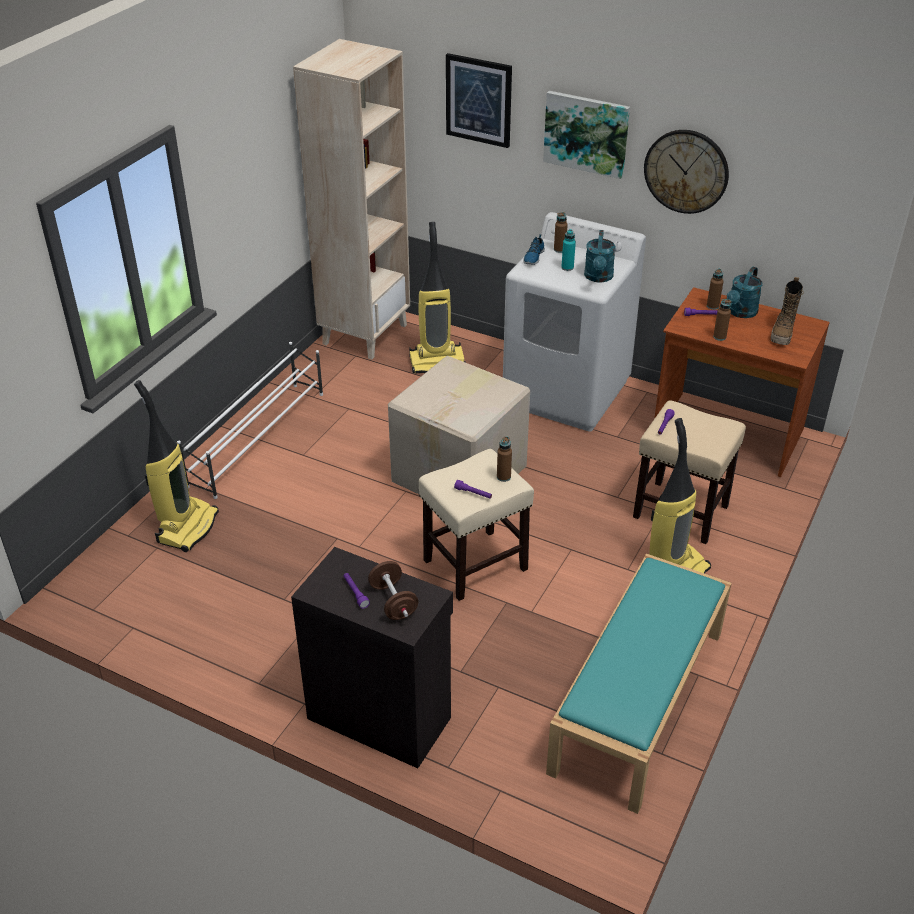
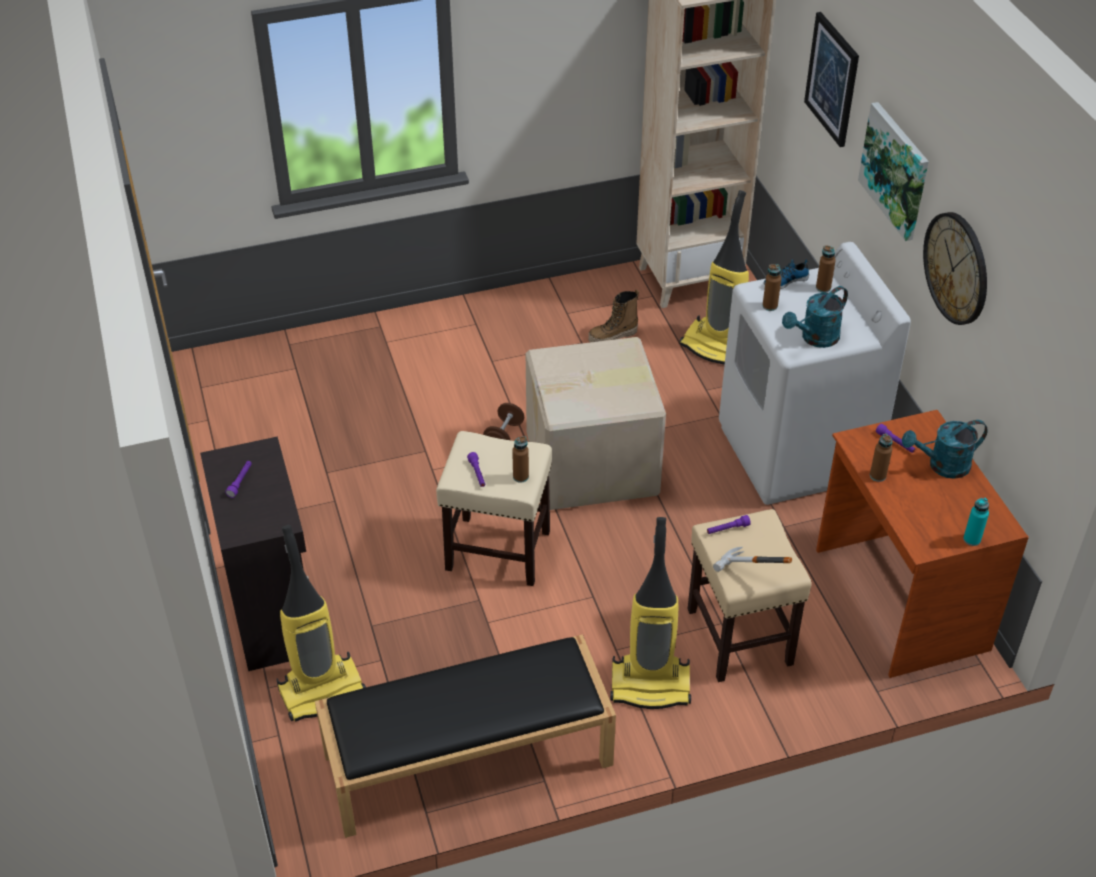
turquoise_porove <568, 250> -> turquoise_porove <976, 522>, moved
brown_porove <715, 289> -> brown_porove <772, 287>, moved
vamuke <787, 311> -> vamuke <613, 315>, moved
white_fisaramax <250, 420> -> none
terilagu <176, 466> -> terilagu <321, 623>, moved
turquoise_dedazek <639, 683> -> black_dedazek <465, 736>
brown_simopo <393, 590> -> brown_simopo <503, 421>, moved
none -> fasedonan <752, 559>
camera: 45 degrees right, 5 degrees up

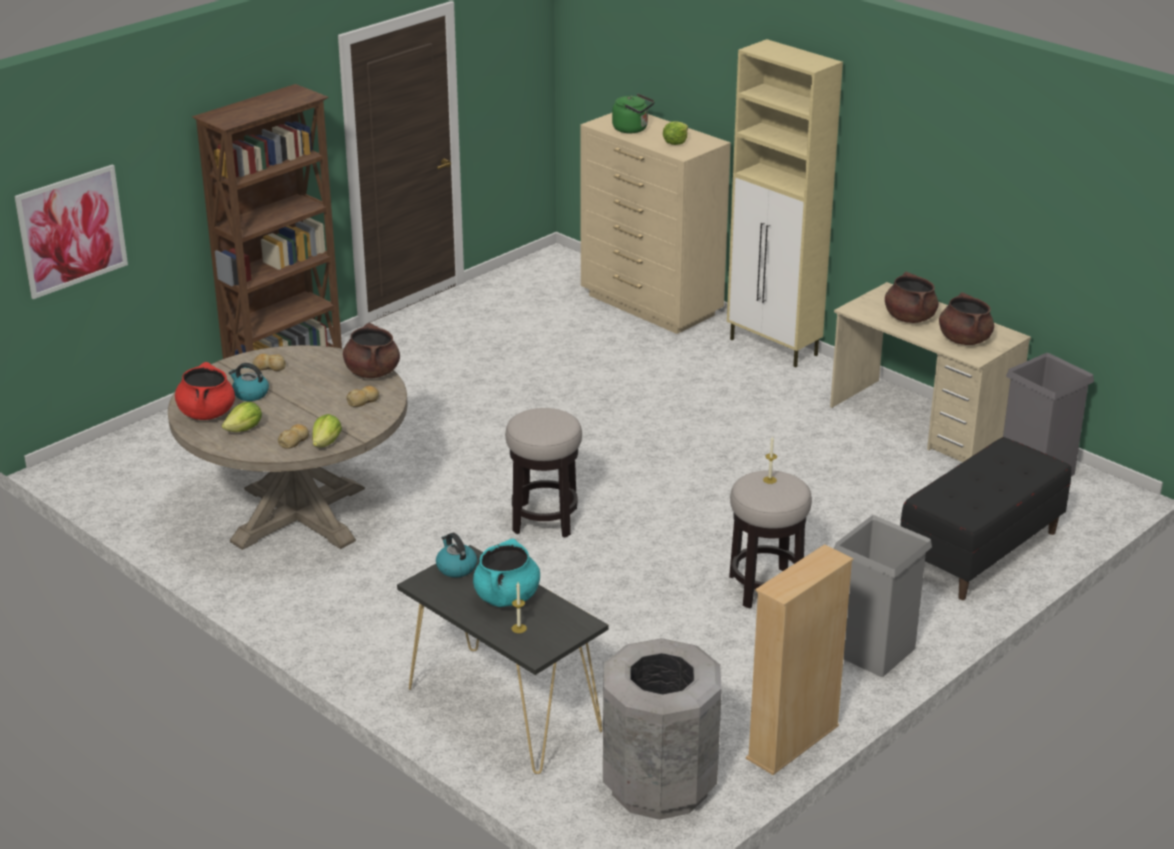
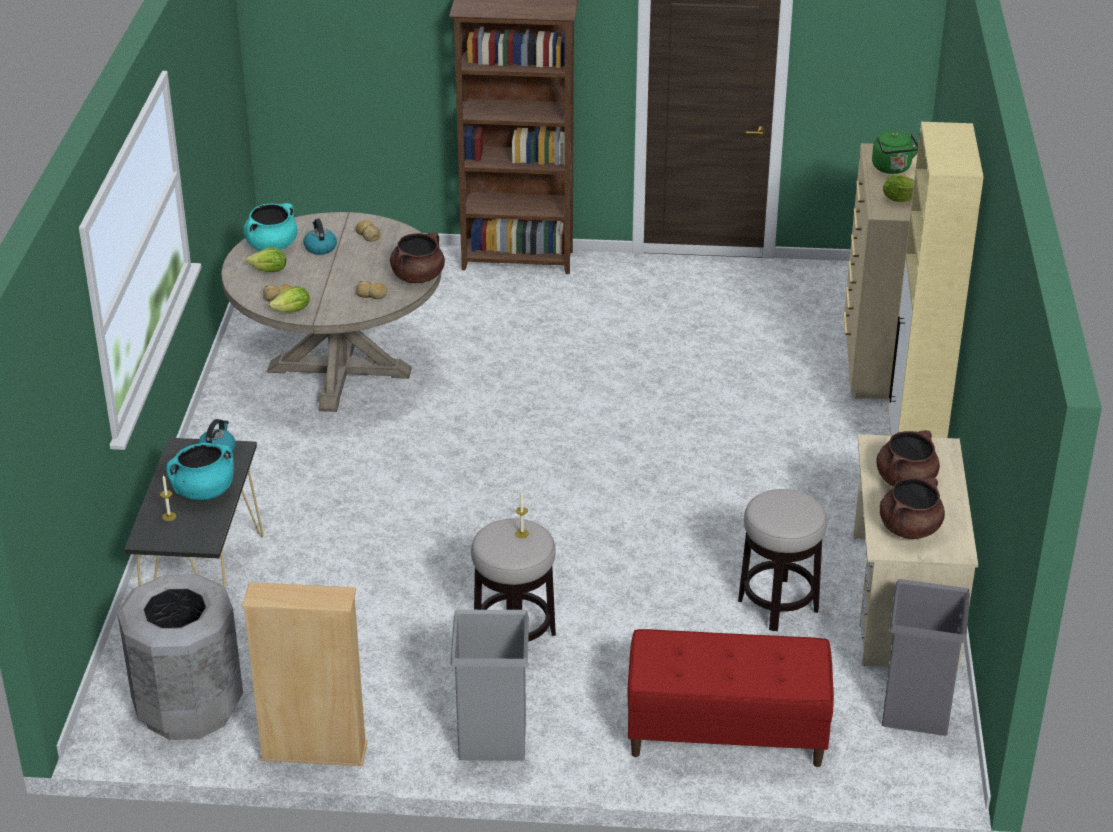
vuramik <71, 231> -> none
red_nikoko <205, 391> -> turquoise_nikoko <270, 227>
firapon <543, 473> -> firapon <782, 560>, moved
black_dedazek <986, 518> -> red_dedazek <731, 698>
camera: 50 degrees right, 5 degrees up

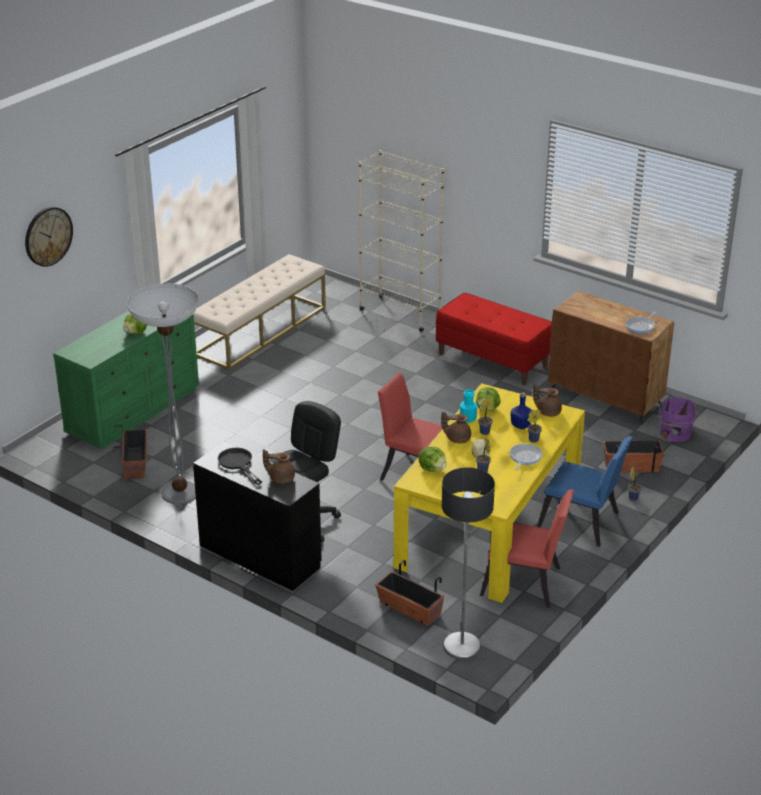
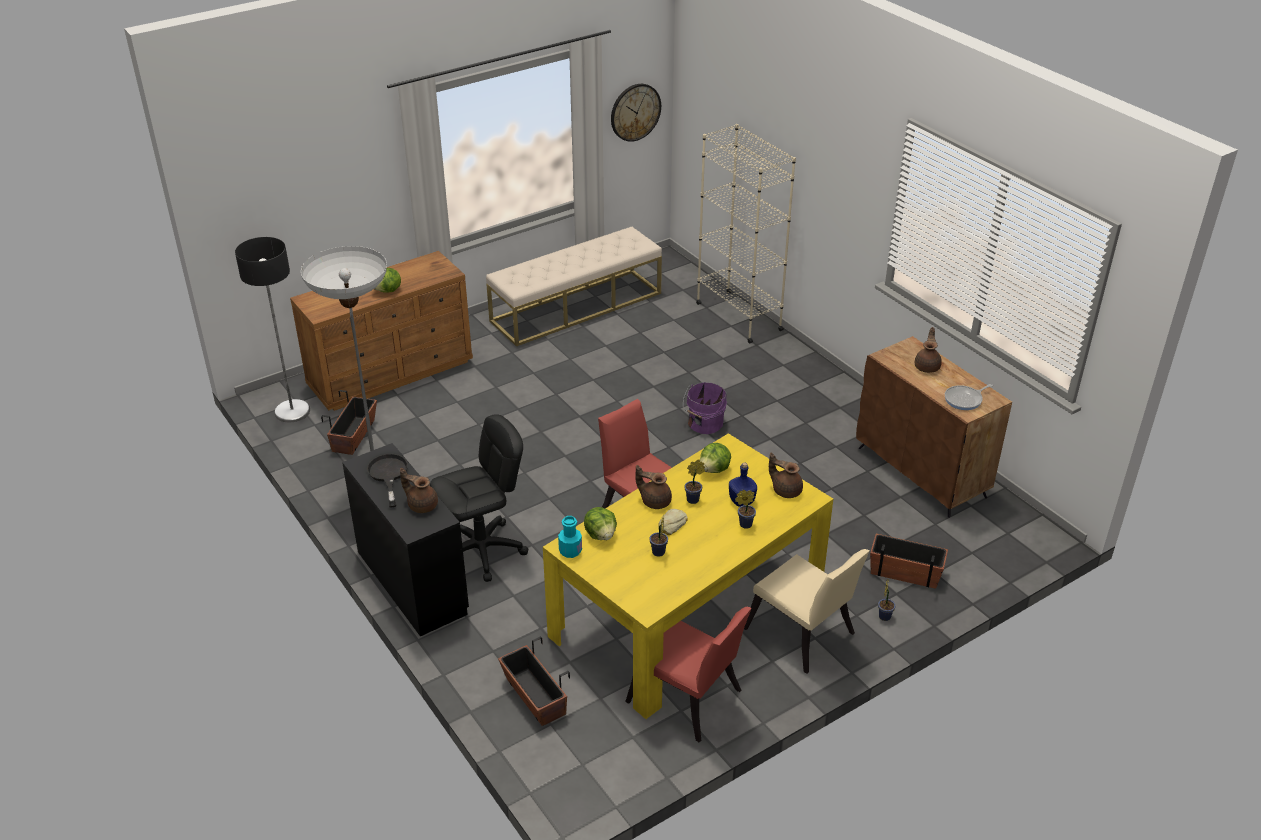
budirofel <49, 237> -> budirofel <636, 113>, moved
red_dedazek <494, 339> -> none
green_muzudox <126, 380> -> brown_muzudox <381, 331>
turquoise_porove <468, 406> -> turquoise_porove <570, 537>, moved
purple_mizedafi <678, 419> -> purple_mizedafi <705, 408>, moved
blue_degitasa <585, 491> -> beige_degitasa <806, 611>
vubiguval <526, 457> -> none
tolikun <468, 563> -> tolikun <272, 329>, moved
none -> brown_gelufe <928, 350>
camera: 20 degrees right, 5 degrees up

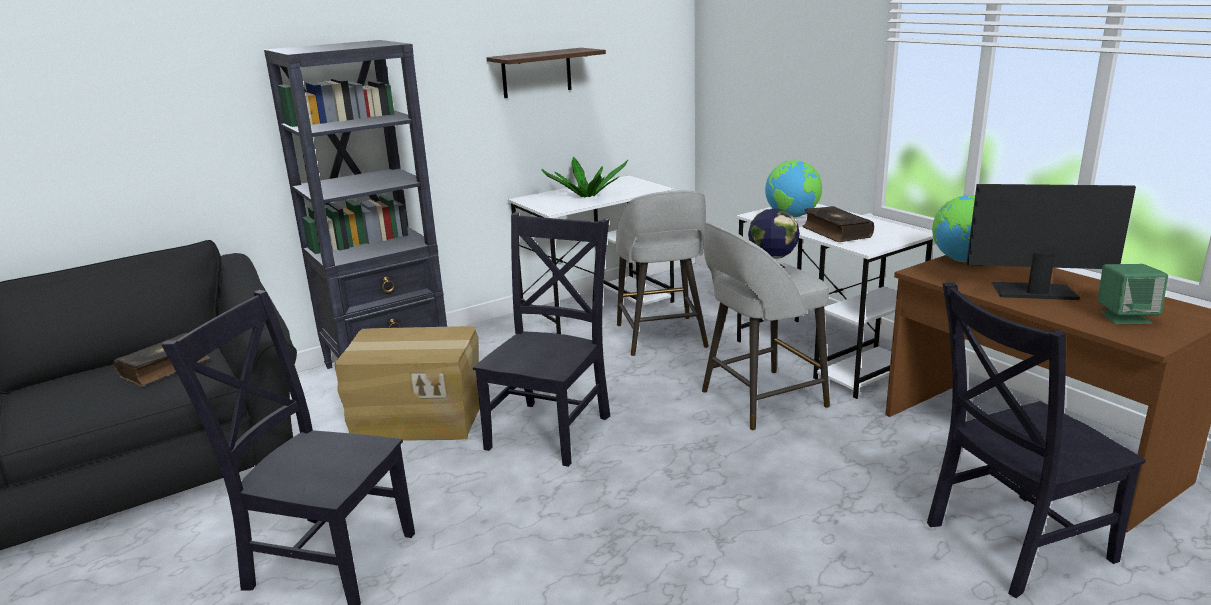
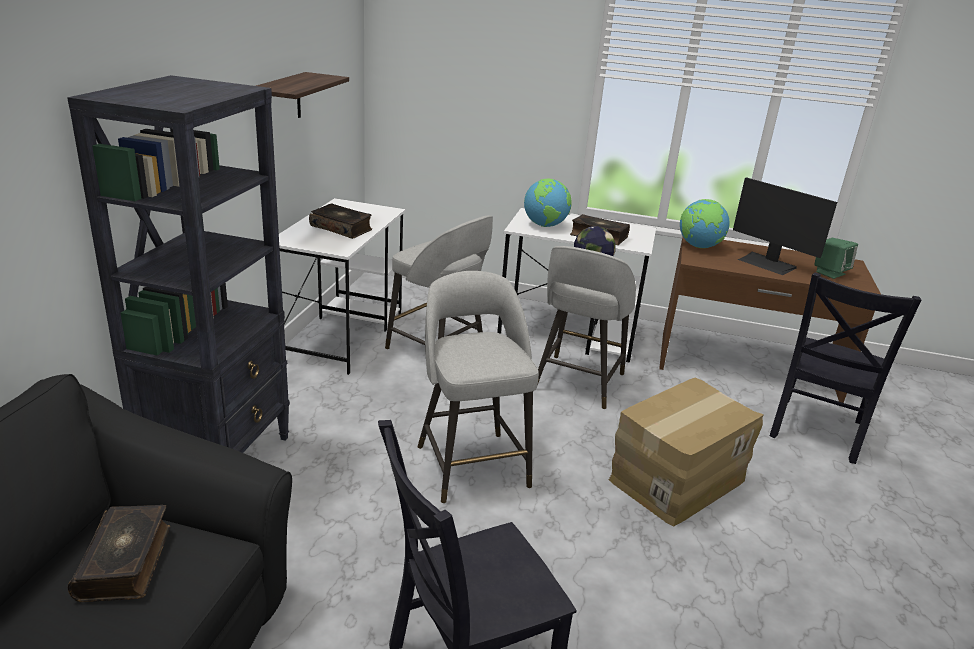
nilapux <585, 177> -> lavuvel <340, 221>
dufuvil <1051, 242> -> dufuvil <785, 226>, 105 degrees counterclockwise
black_degitasa <541, 340> -> grey_firapon <478, 387>
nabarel <407, 383> -> nabarel <686, 452>, moved
camera: 45 degrees left, 5 degrees up

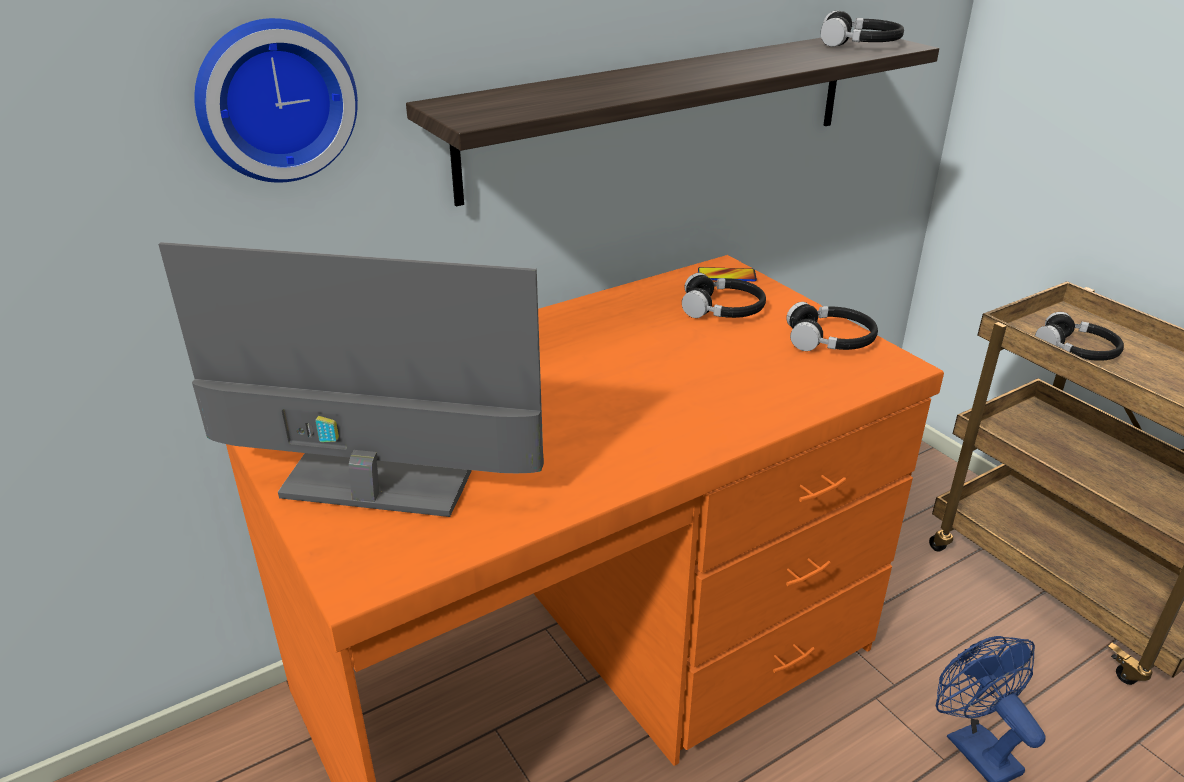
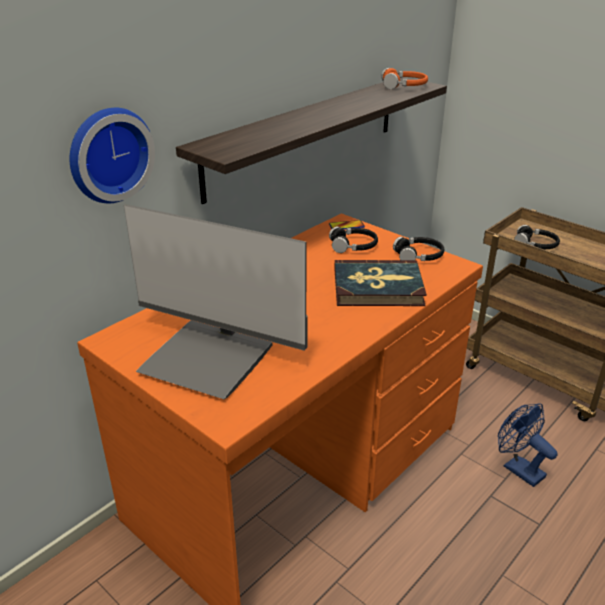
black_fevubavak <862, 28> -> orange_fevubavak <404, 78>
dufuvil <351, 379> -> dufuvil <216, 301>, 150 degrees counterclockwise
none -> lavuvel <381, 283>
camera: 15 degrees left, 0 degrees up

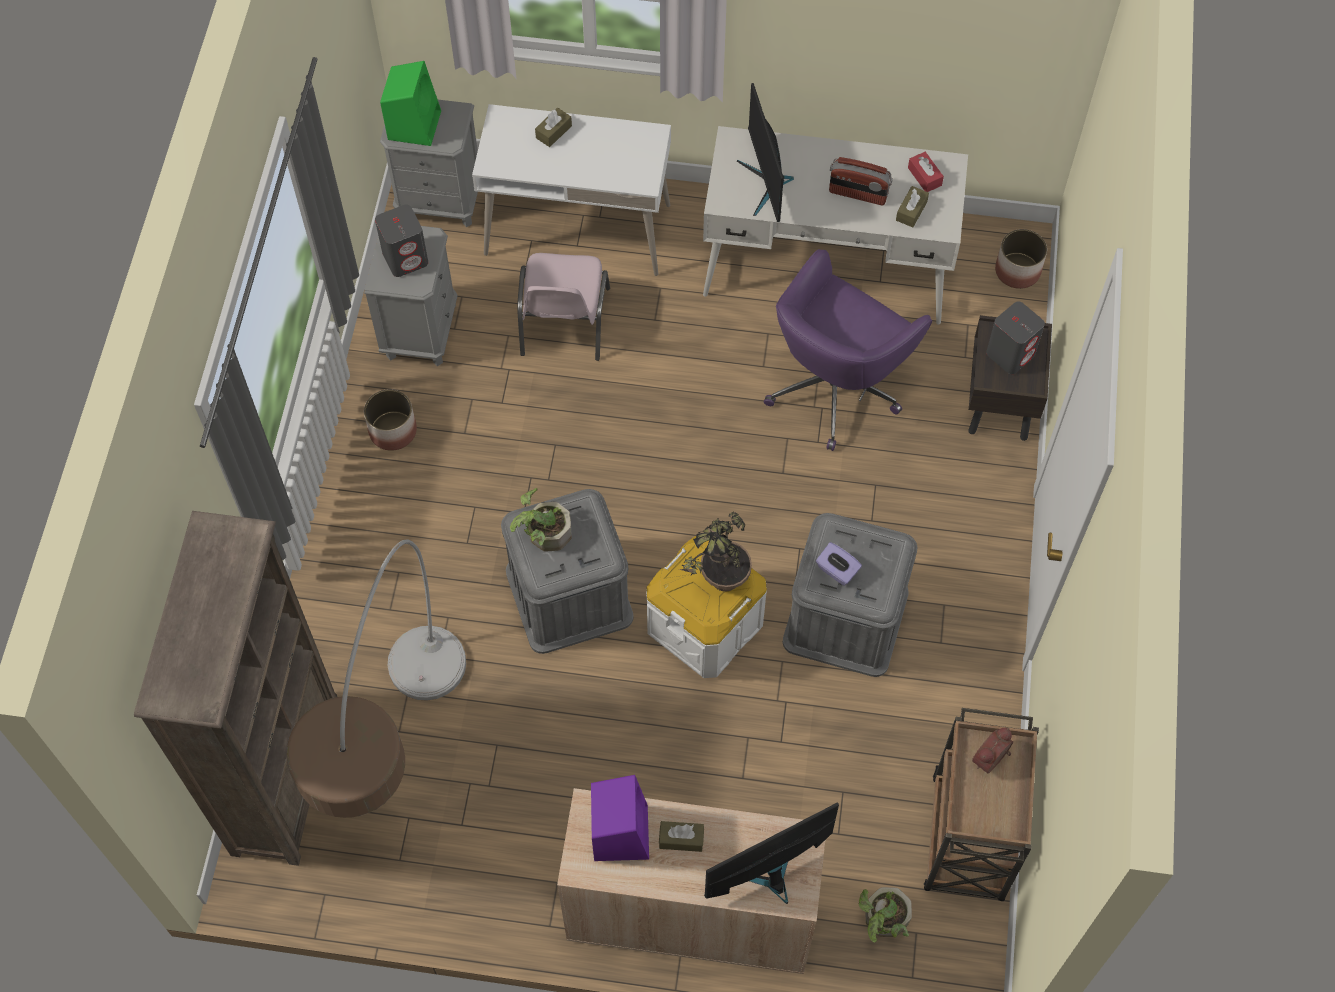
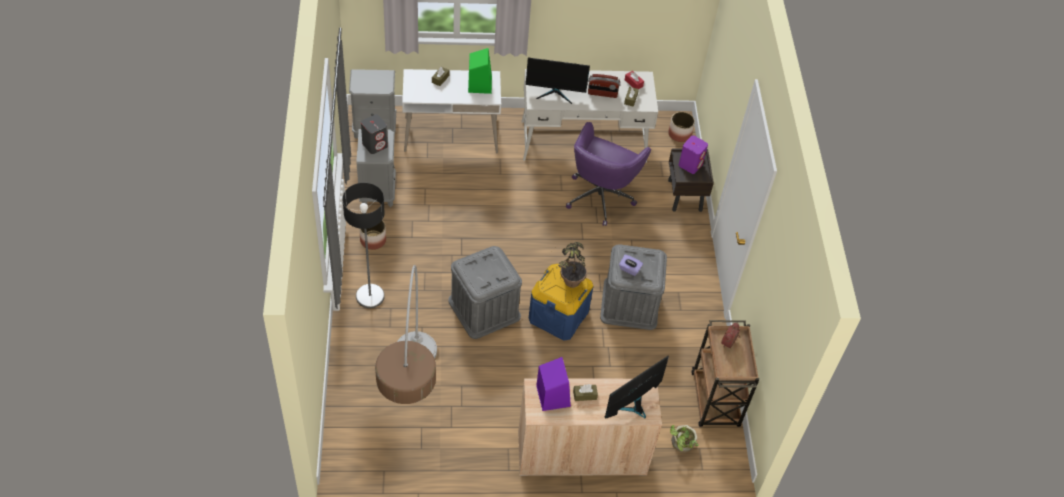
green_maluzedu <410, 103> -> green_maluzedu <480, 71>, moved
dufuvil <765, 152> -> dufuvil <558, 81>, 60 degrees counterclockwise
pink_degitasa <563, 307> -> none
grey_maluzedu <1015, 338> -> purple_maluzedu <693, 155>
nilapux <541, 520> -> none
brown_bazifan <235, 688> -> none
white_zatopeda <706, 607> -> blue_zatopeda <561, 302>
none -> tolikun <363, 245>
camera: 15 degrees left, 10 degrees down

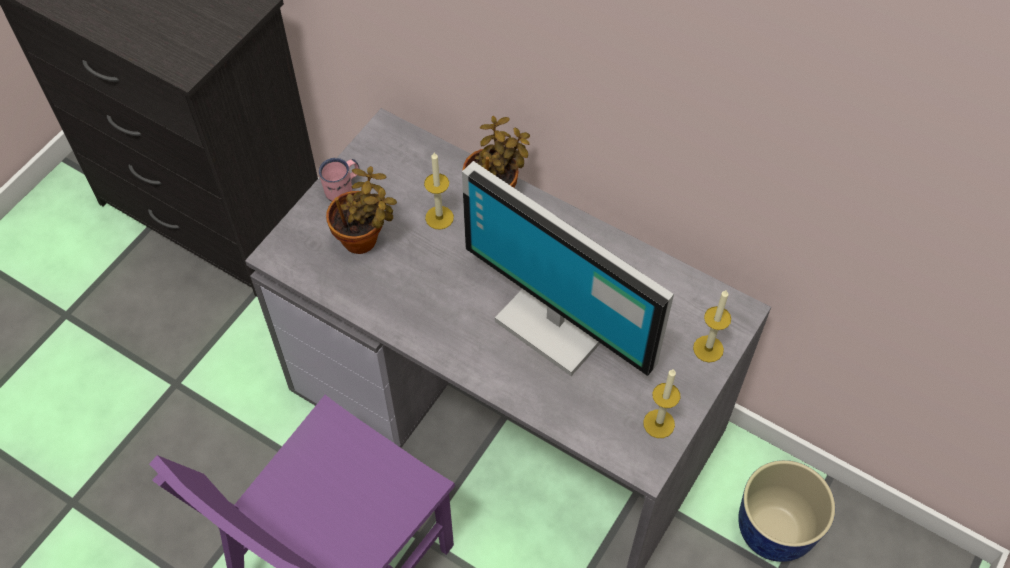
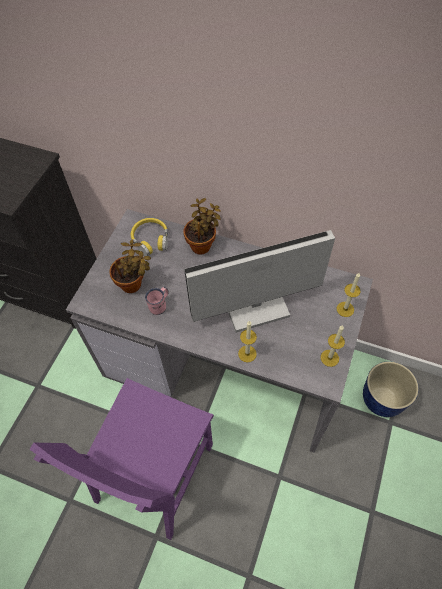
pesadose <439, 190> -> pesadose <247, 341>, moved
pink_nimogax <339, 179> -> pink_nimogax <157, 301>, moved
dufuvil <568, 268> -> dufuvil <259, 281>, 135 degrees clockwise
none -> yellow_fevubavak <149, 237>
camera: 10 degrees left, 0 degrees up

